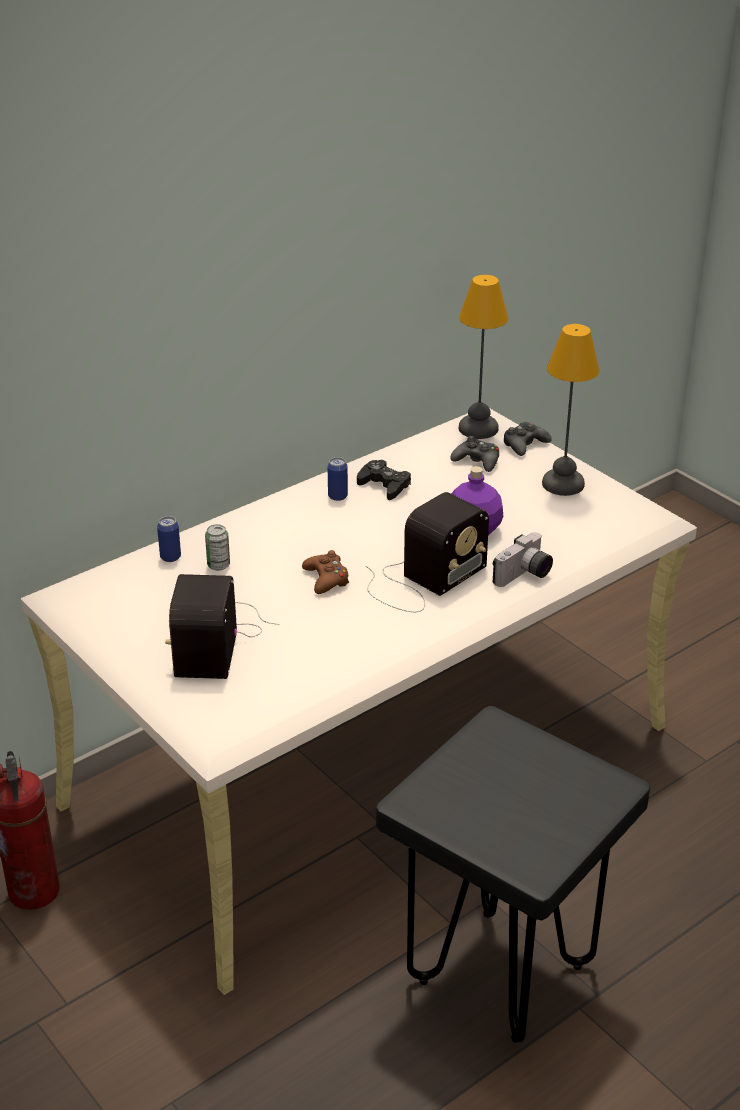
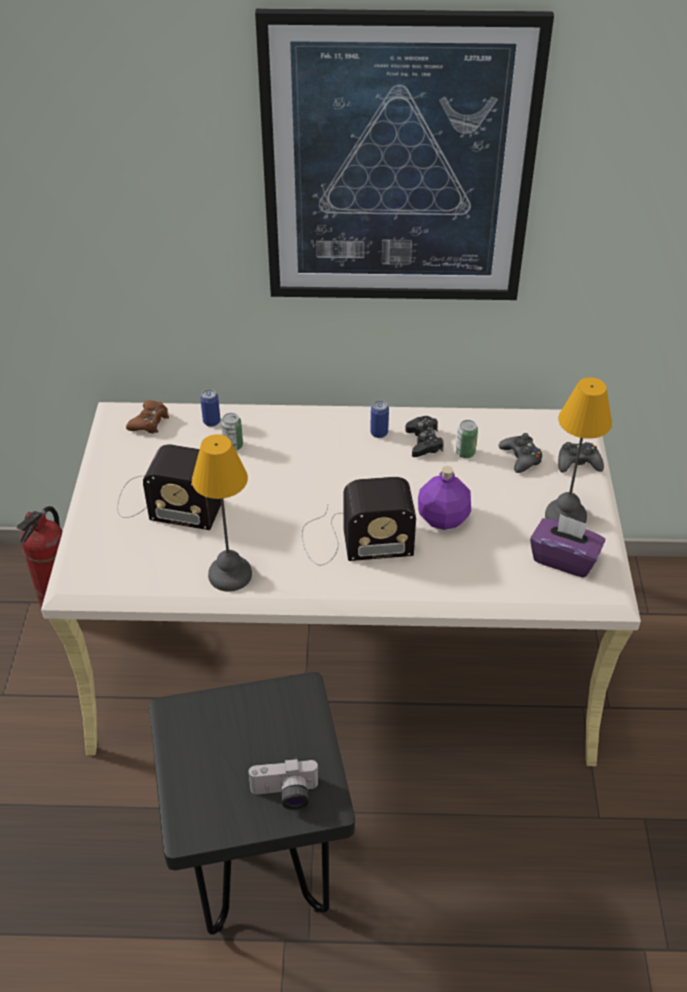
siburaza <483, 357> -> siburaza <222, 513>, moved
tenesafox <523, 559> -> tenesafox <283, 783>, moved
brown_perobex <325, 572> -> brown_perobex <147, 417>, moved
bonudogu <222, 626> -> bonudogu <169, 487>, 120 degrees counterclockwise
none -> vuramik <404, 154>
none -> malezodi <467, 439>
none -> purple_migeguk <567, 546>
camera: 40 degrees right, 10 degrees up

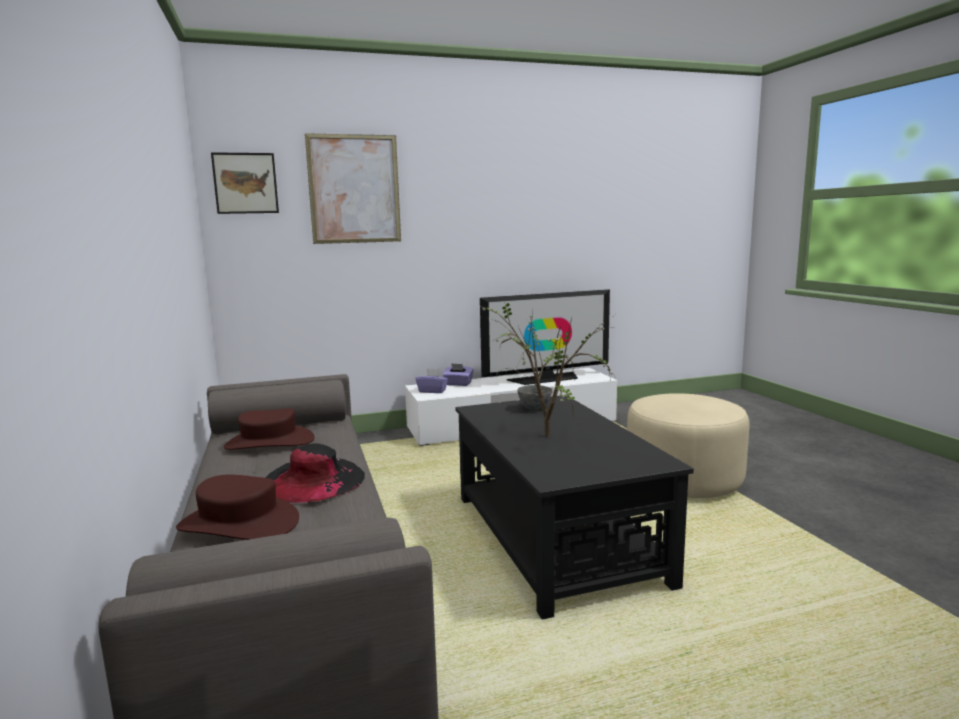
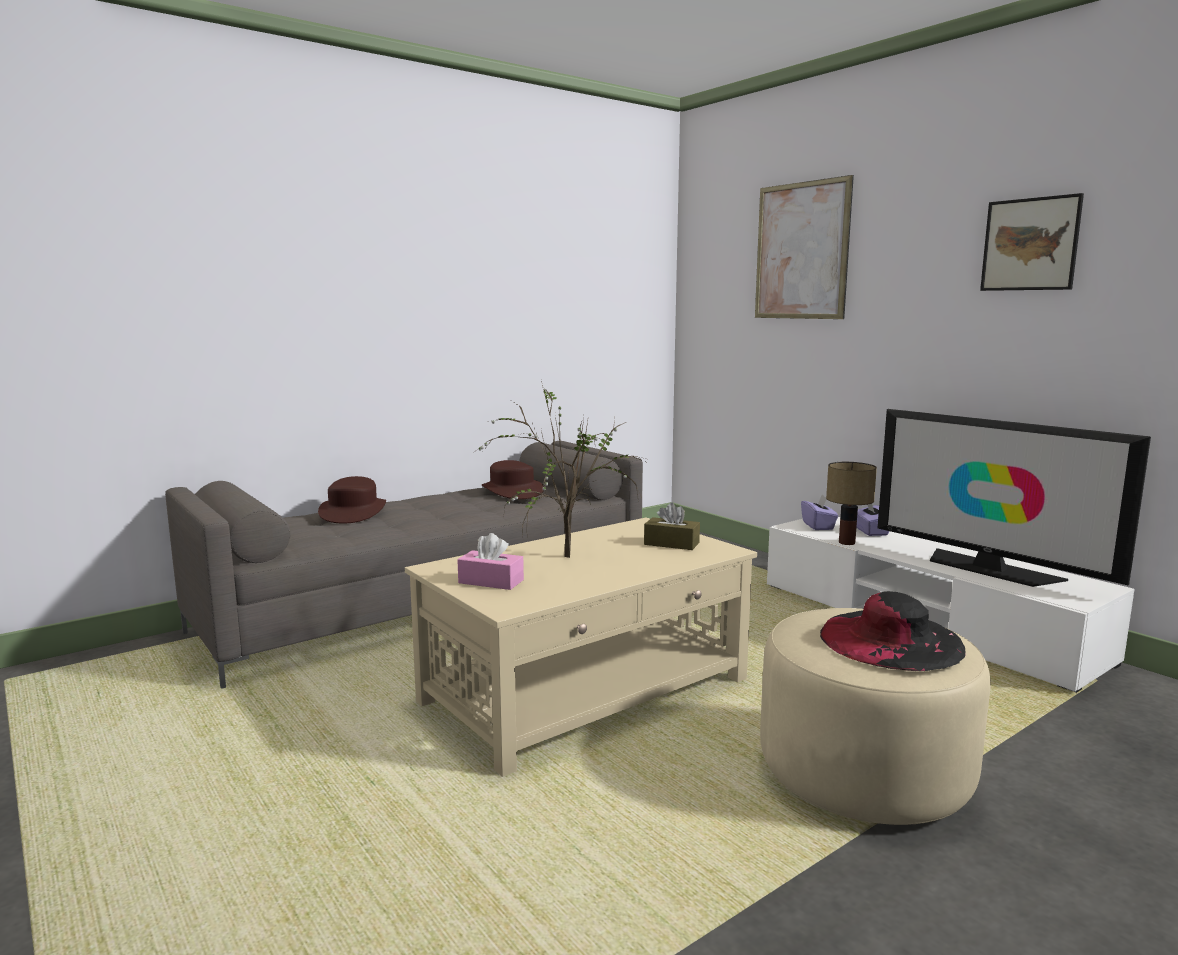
vuramik <245, 183> -> vuramik <1032, 242>, moved
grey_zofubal <534, 397> -> brown_migeguk <672, 526>
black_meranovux <574, 507> -> beige_meranovux <581, 647>
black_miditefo <315, 473> -> black_miditefo <893, 631>, moved
none -> siburaza <851, 503>
none -> pink_migeguk <490, 561>
camera: 70 degrees right, 0 degrees up

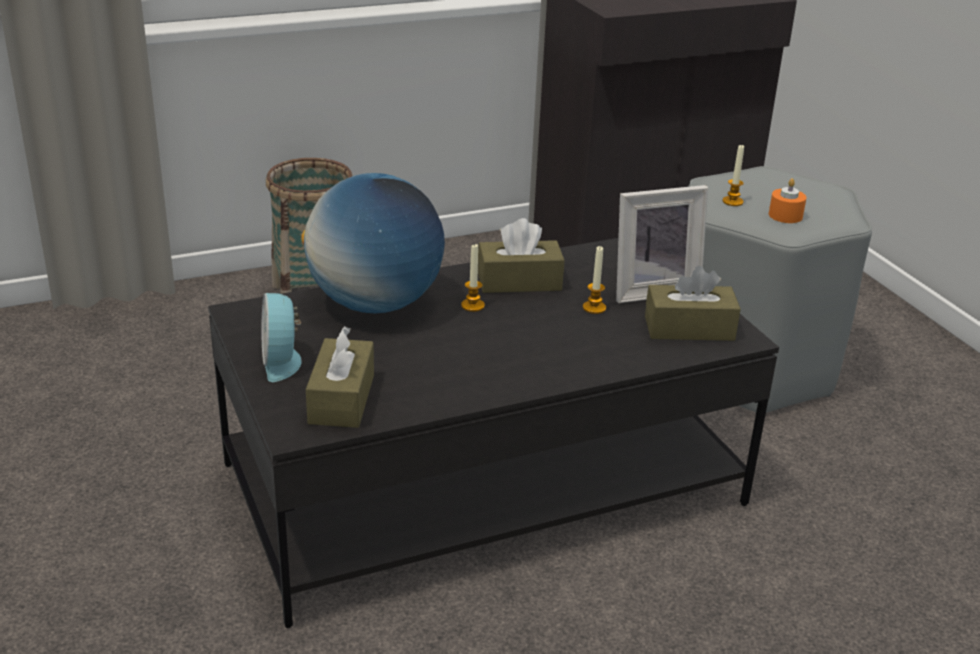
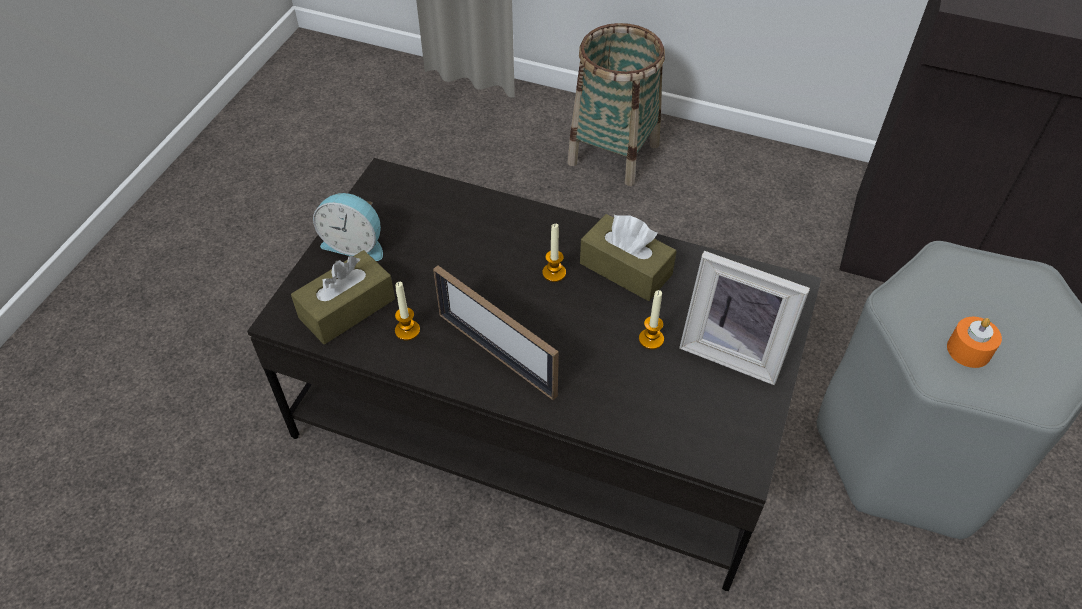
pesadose <733, 175> -> pesadose <407, 311>, moved
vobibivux <373, 243> -> none
brown_migeguk <693, 303> -> none
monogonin <281, 337> -> monogonin <348, 227>, 105 degrees counterclockwise
none -> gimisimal <496, 332>
camera: 45 degrees right, 20 degrees up

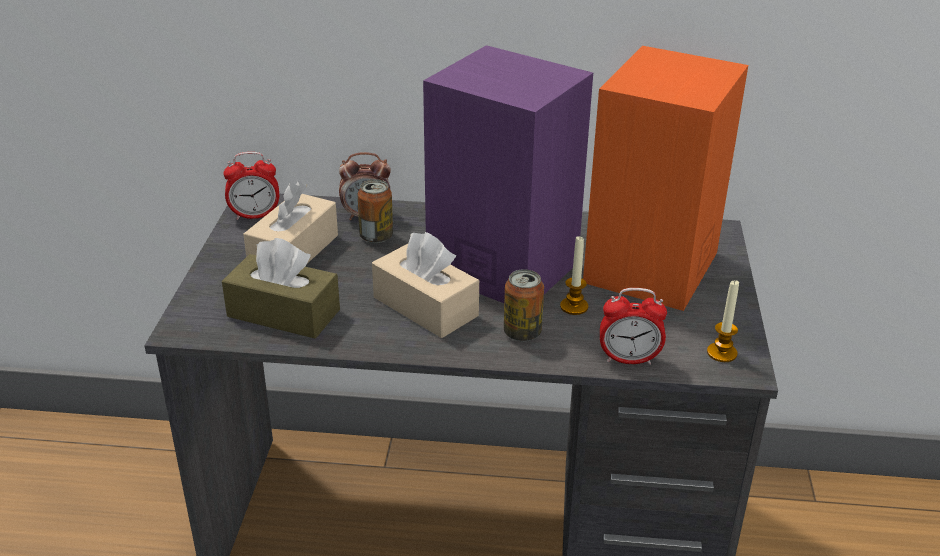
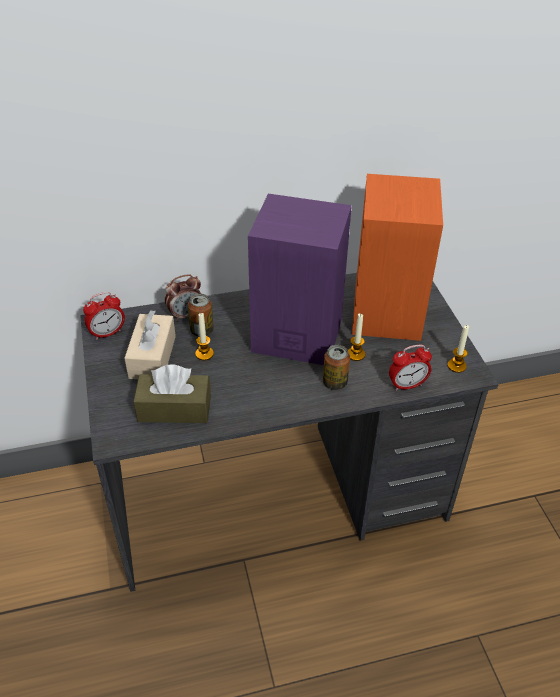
beige_migeguk <425, 285> -> none
none -> pesadose <204, 336>
camera: 20 degrees left, 10 degrees up

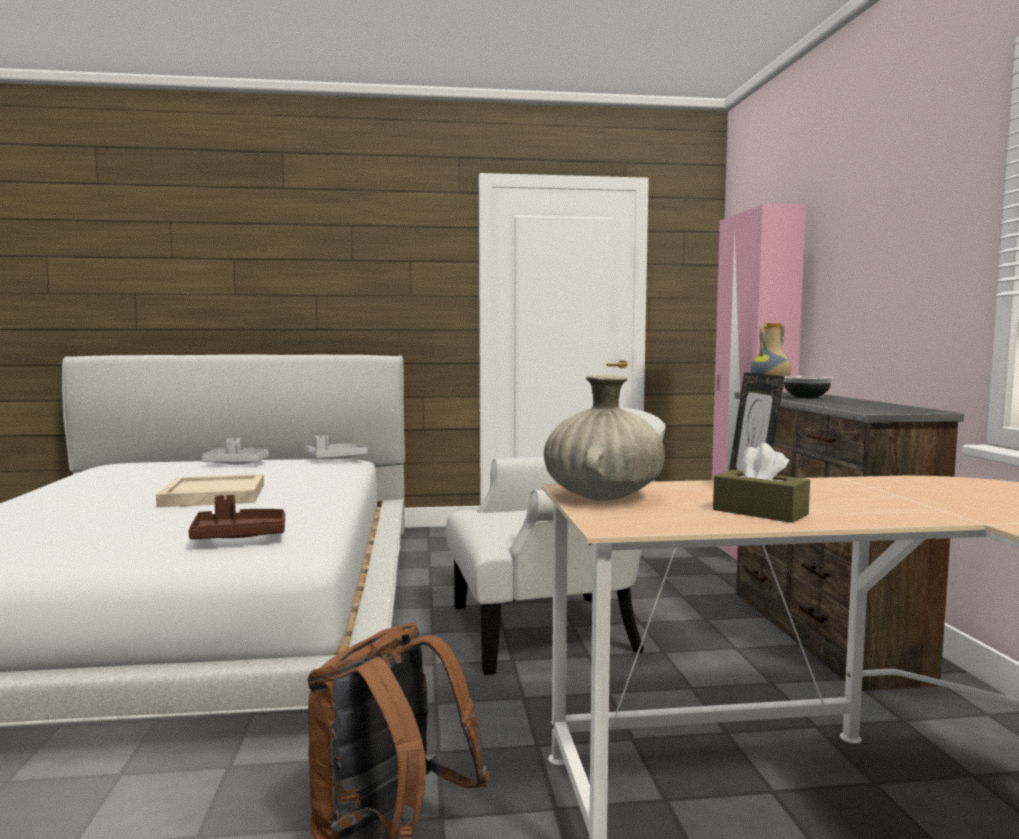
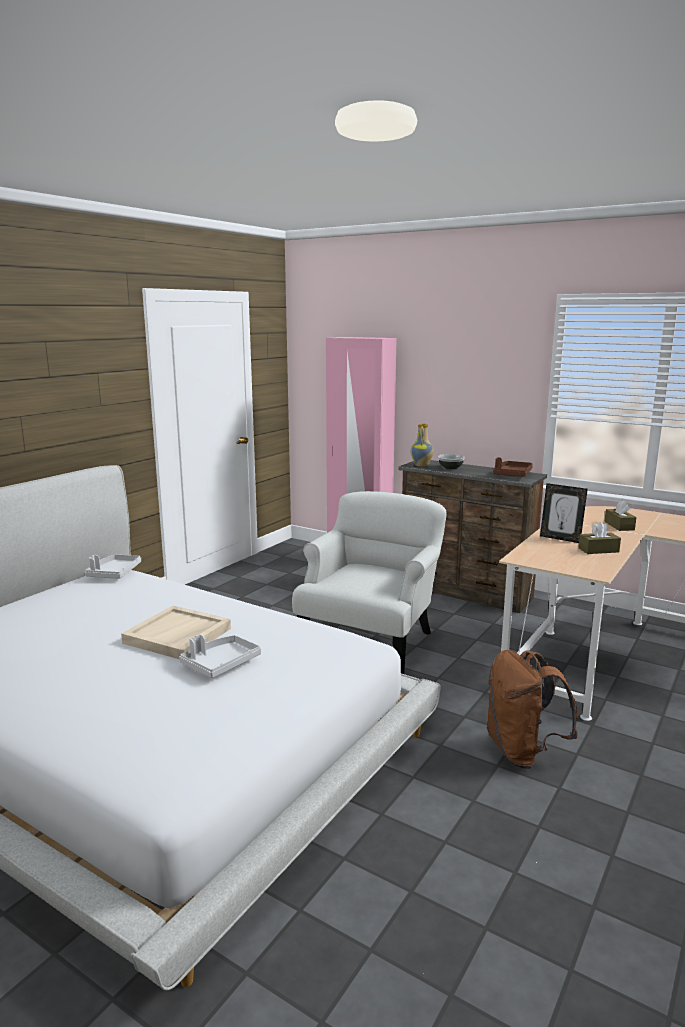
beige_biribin <604, 438> -> none
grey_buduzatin <235, 451> -> grey_buduzatin <220, 656>, moved
brown_buduzatin <237, 517> -> brown_buduzatin <513, 467>, moved
none -> brown_migeguk <620, 515>
camera: 50 degrees left, 10 degrees up

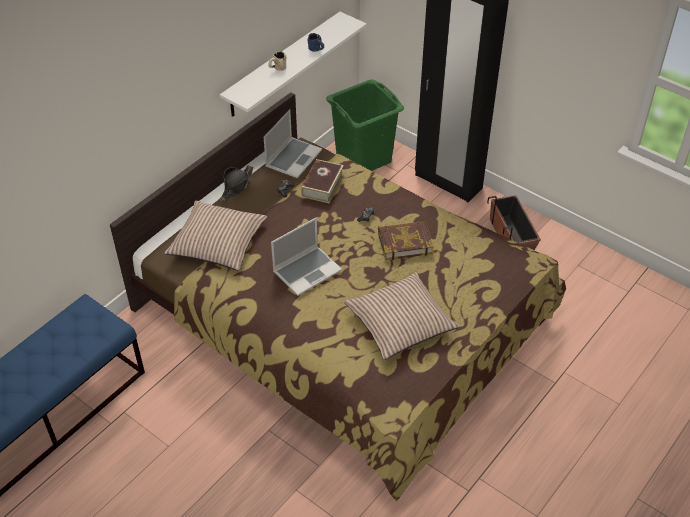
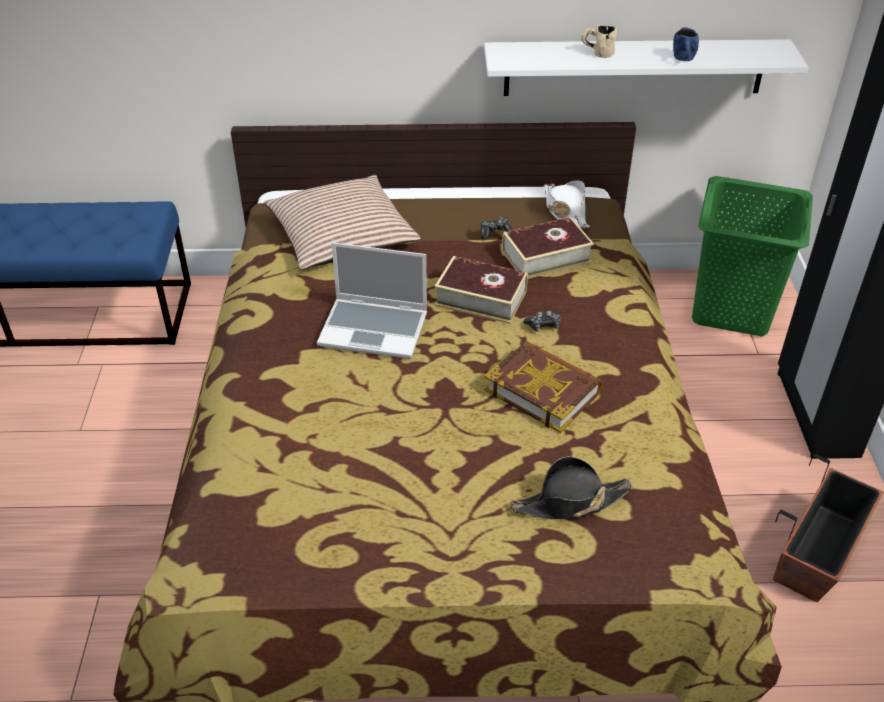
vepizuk <293, 143> -> white_miditefo <567, 204>
black_miditefo <236, 183> -> black_miditefo <571, 487>, moved
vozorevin <402, 316> -> none
none -> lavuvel <481, 290>
camera: 50 degrees right, 5 degrees down

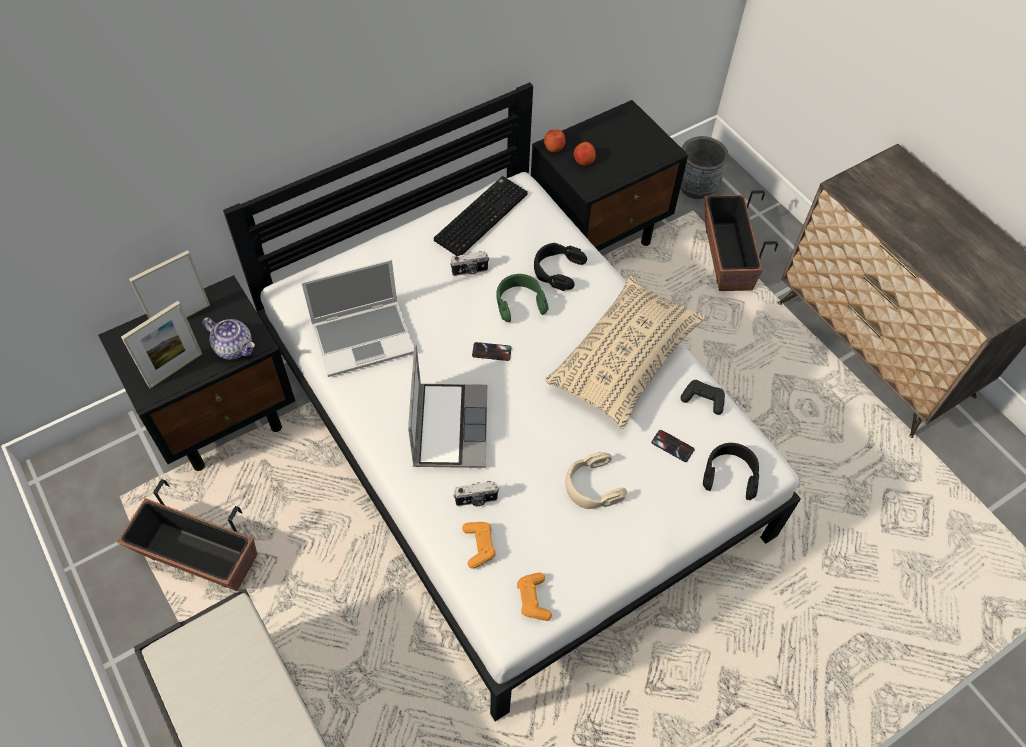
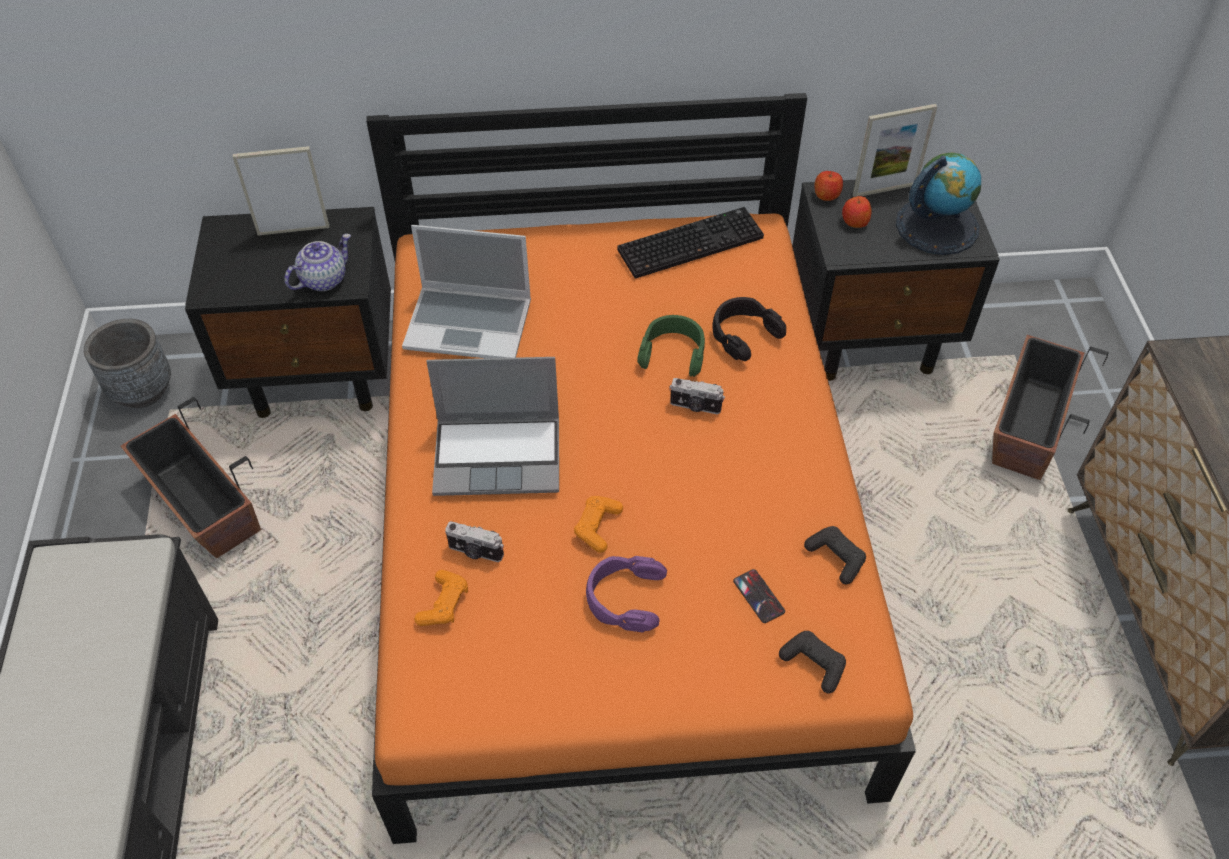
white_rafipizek <512, 402> -> orange_rafipizek <641, 468>
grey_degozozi <704, 167> -> grey_degozozi <127, 363>, moved
tenesafox <469, 263> -> tenesafox <697, 396>, moved
beige_vozorevin <625, 352> -> none
gimisimal <161, 345> -> gimisimal <895, 150>, moved
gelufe <229, 338> -> gelufe <317, 262>, 105 degrees counterclockwise
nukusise <492, 351> -> none
vepizuk <447, 406> -> vepizuk <492, 426>, 60 degrees clockwise
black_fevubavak <731, 471> -> black_perobex <812, 662>
beige_fevubavak <596, 480> -> purple_fevubavak <626, 594>
orange_perobex <534, 597> -> orange_perobex <598, 524>, moved
none -> vobibivux <938, 203>
camera: 30 degrees right, 5 degrees down

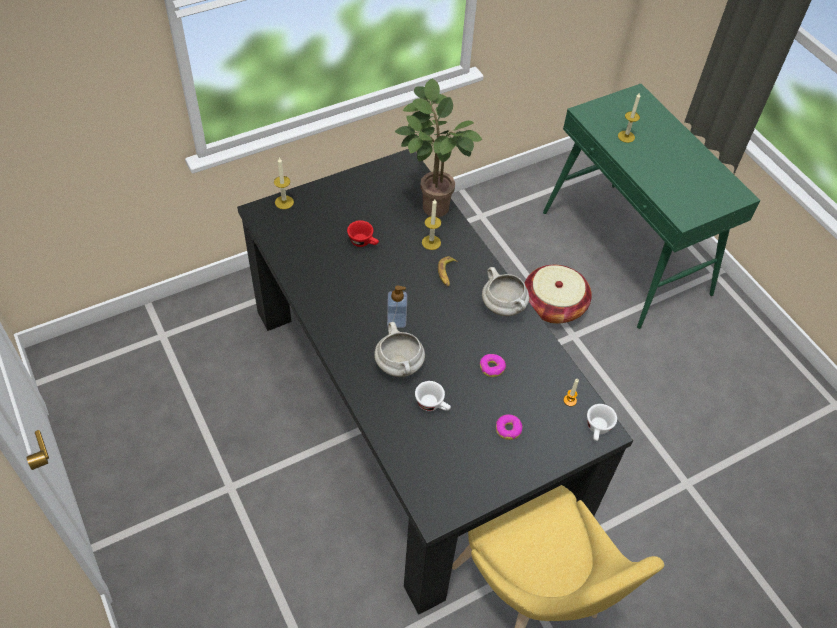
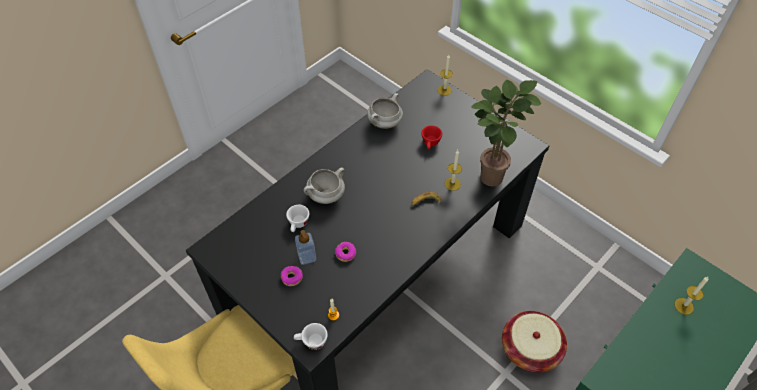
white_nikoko <505, 291> -> white_nikoko <385, 111>, moved
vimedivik <397, 307> -> vimedivik <305, 247>, moved
camera: 75 degrees right, 0 degrees up

